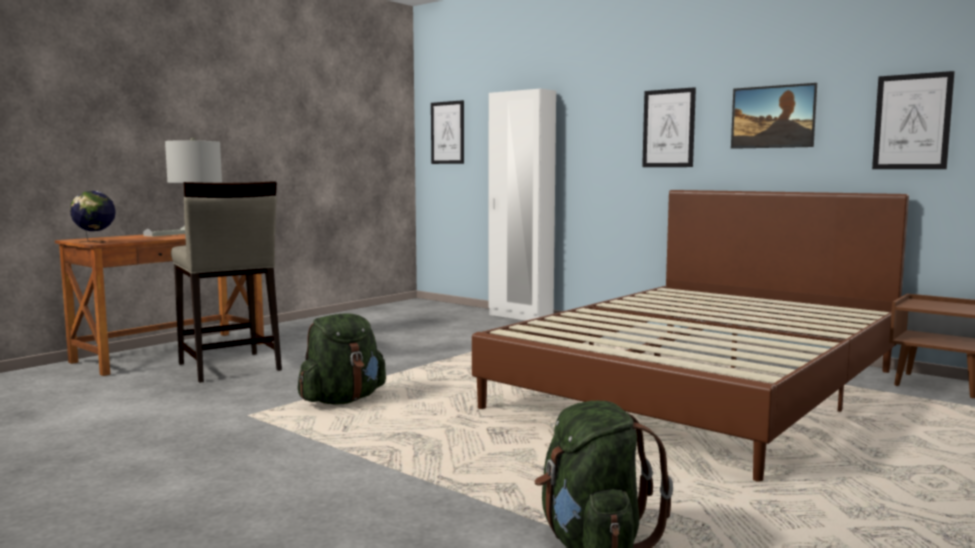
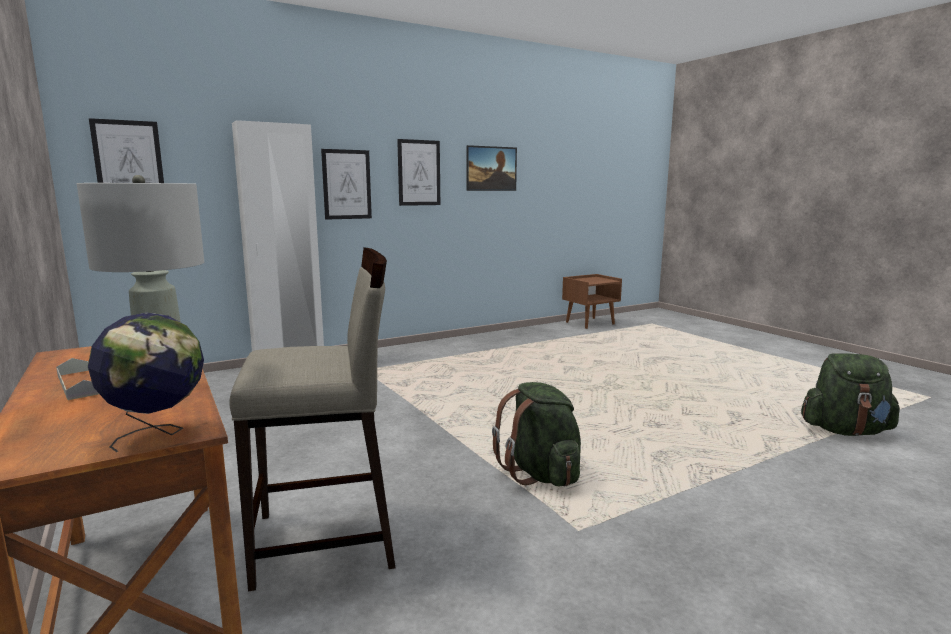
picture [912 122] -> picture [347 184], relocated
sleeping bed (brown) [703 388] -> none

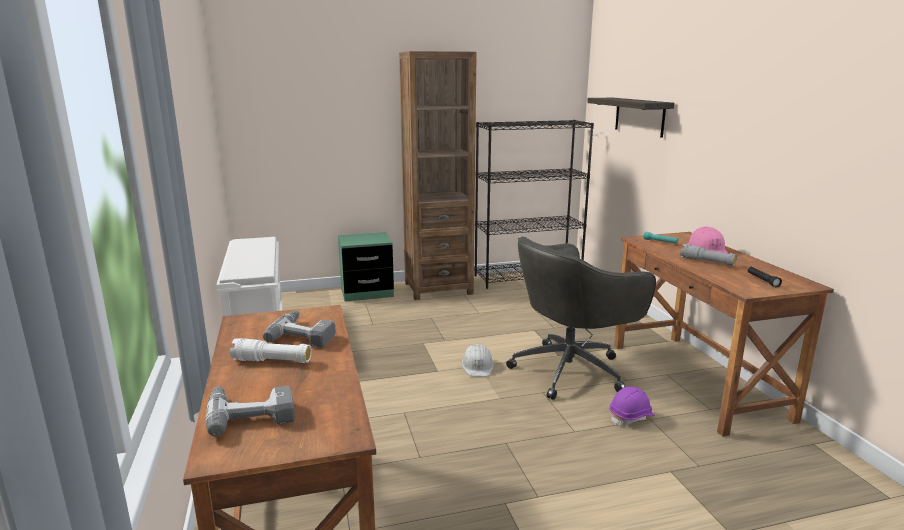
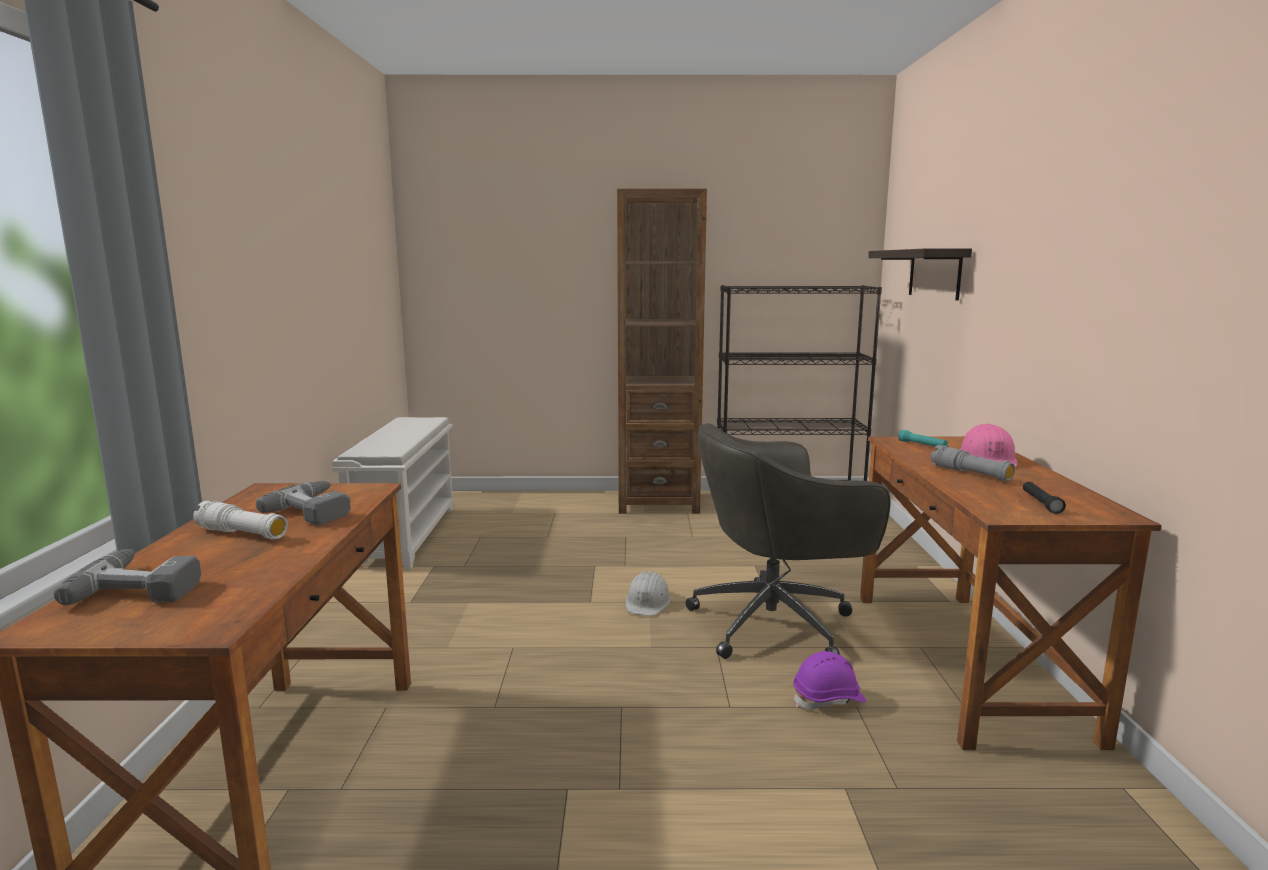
bedside table (green) [367 292] -> none

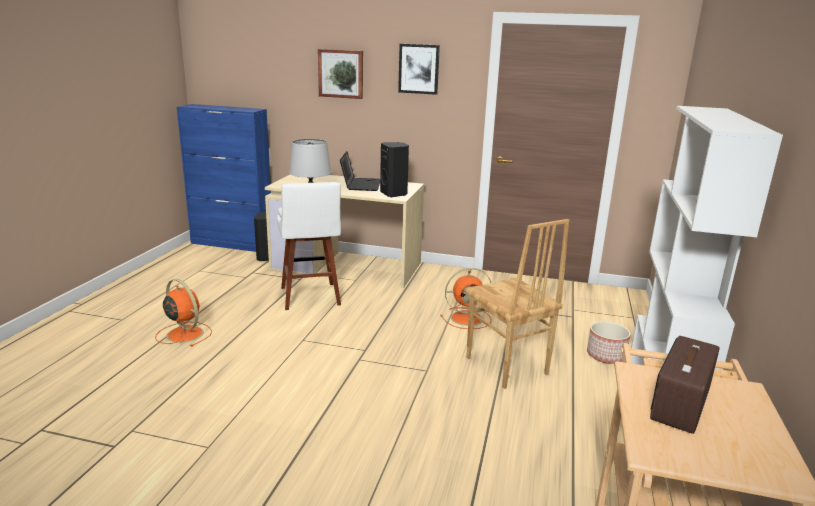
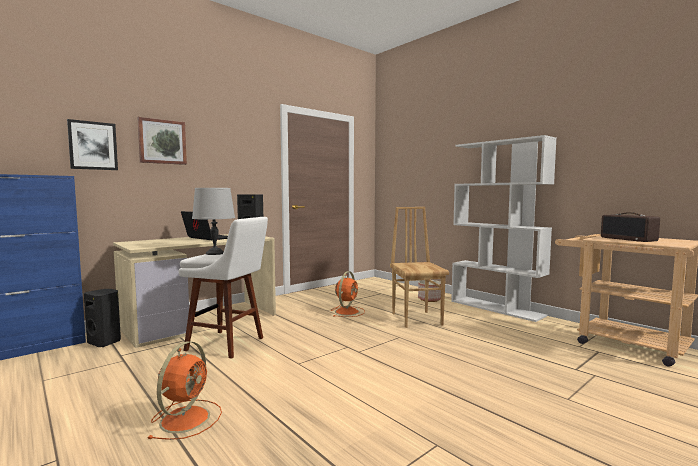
picture [419 69] -> picture [93 145], relocated
electric fan (orange-coloured) [184 334] -> electric fan (orange-coloured) [186 418], 120 degrees clockwise
chair (brown) [506 366] -> chair (brown) [417 319], 105 degrees counterclockwise

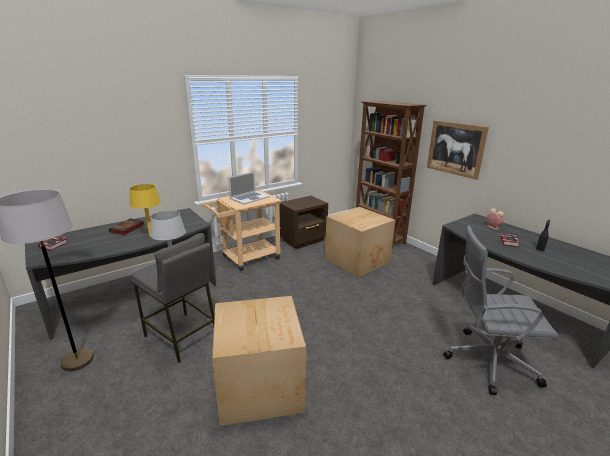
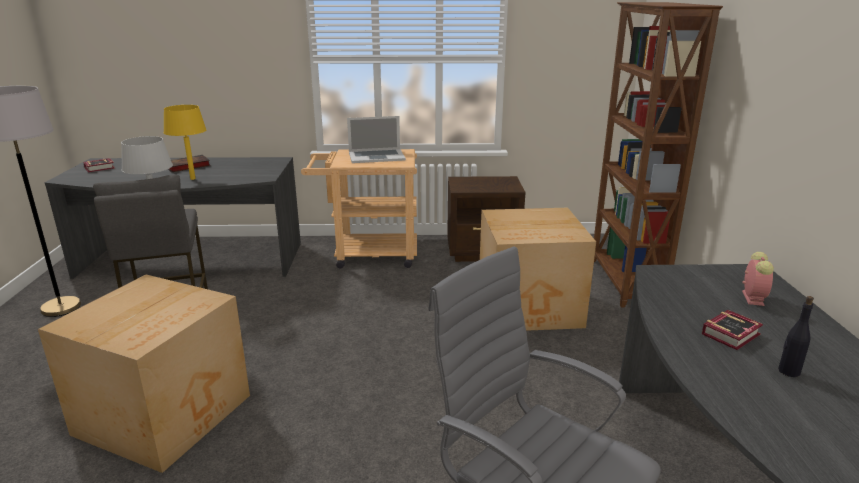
picture [455 148] -> none

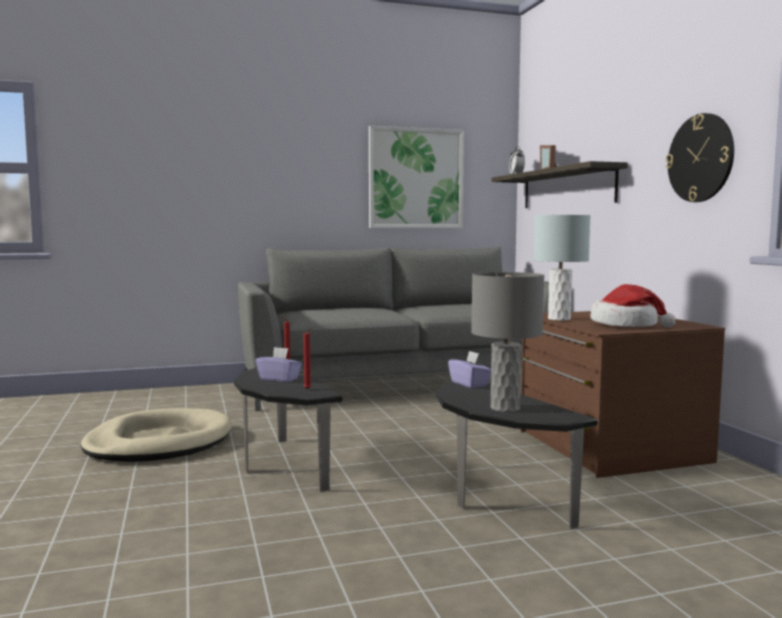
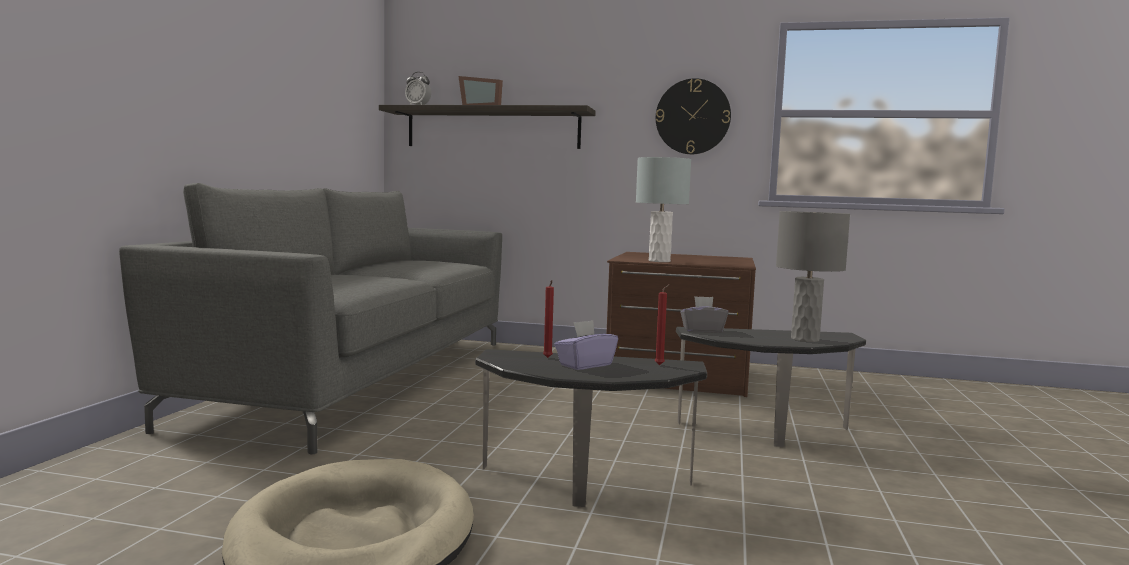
tissue holder (purple) [470 384] -> tissue holder (grey) [702 330]
picture [416 178] -> none
wearable hat [626 325] -> none

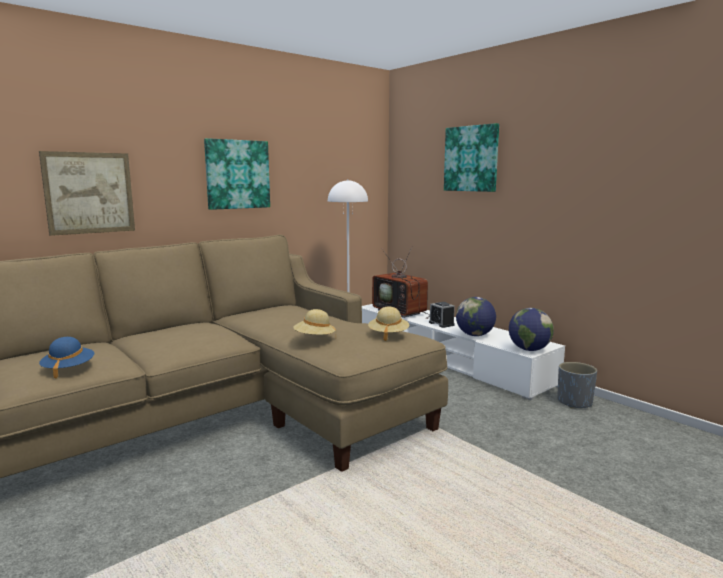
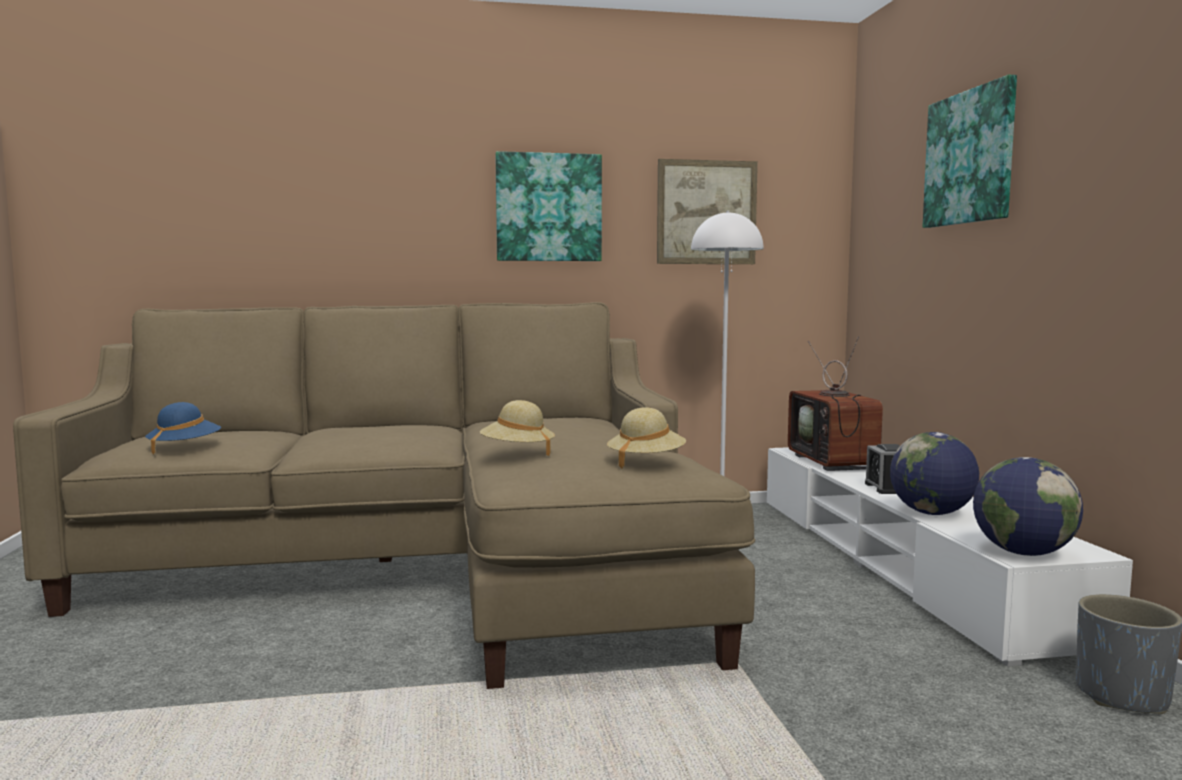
picture [89 193] -> picture [706 212], relocated

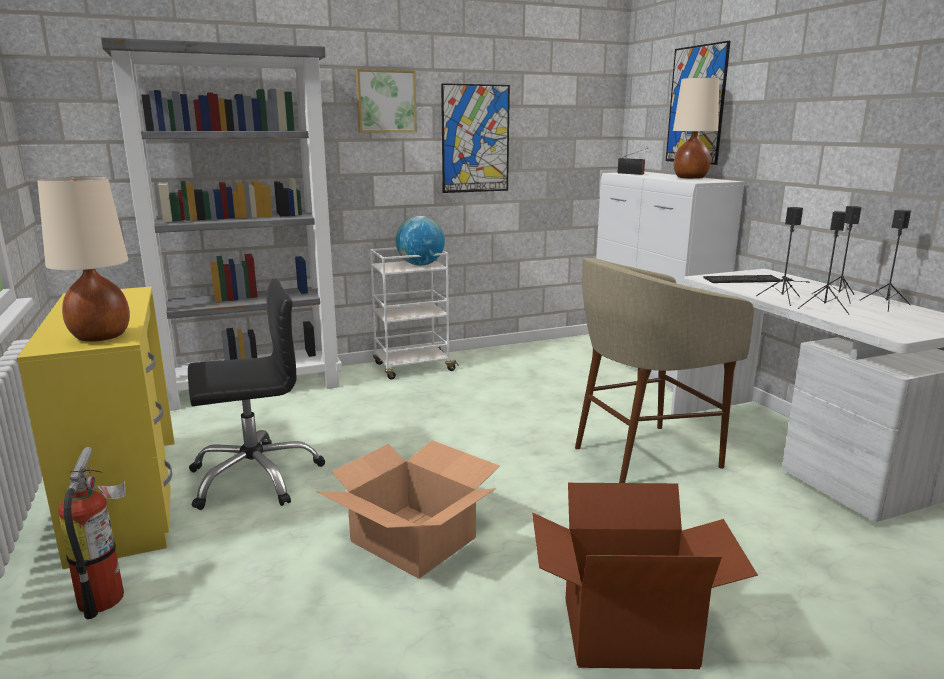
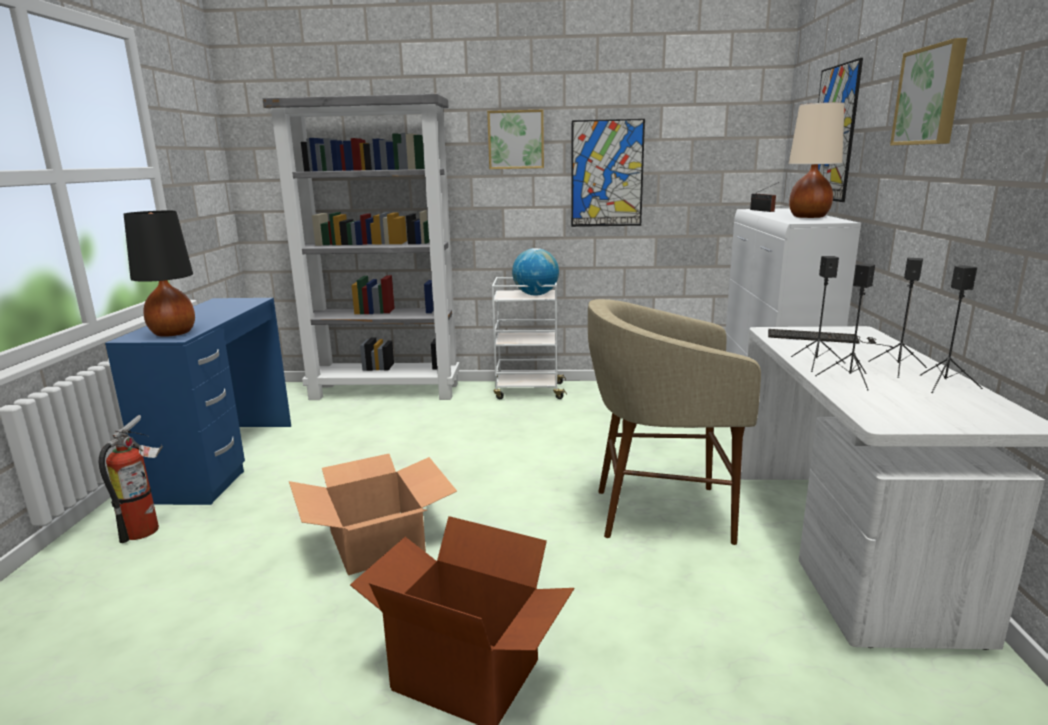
desk table (yellow-coloured) [126 495] -> desk table (blue-coloured) [225 460]
table lamp (beige) [101 337] -> table lamp (blackish) [173 333]
none -> picture [931 96]
desk chair (blackish) [255 477] -> none

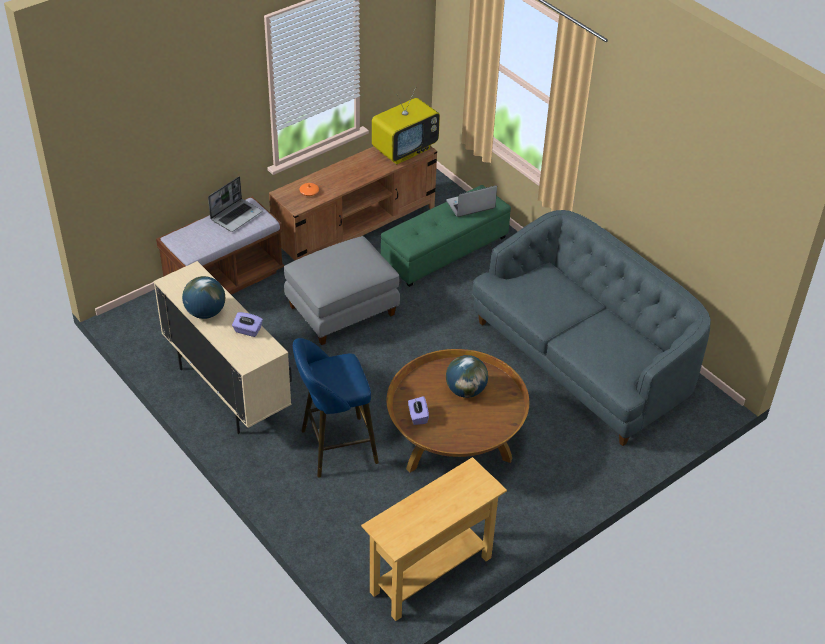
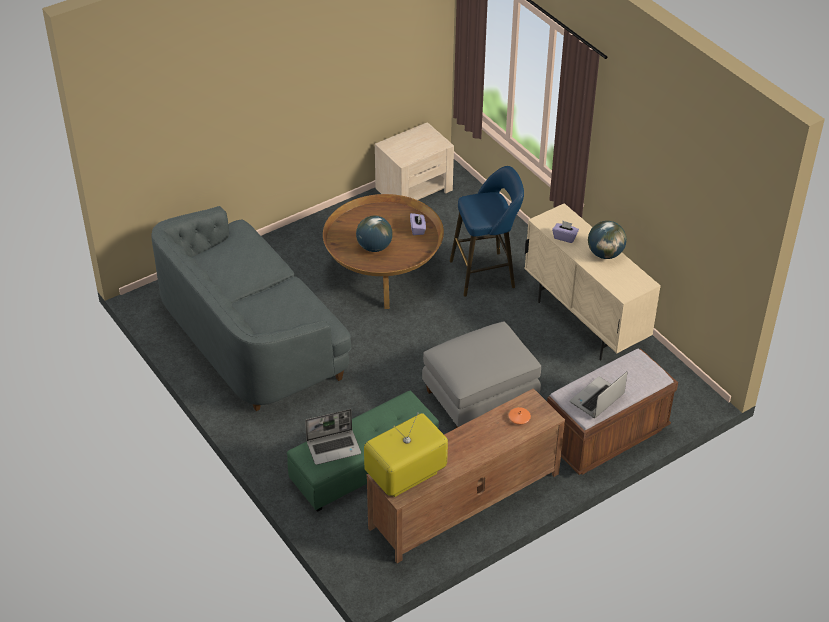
narrow table (beige) [431 574] -> bedside table (beige) [414 189]

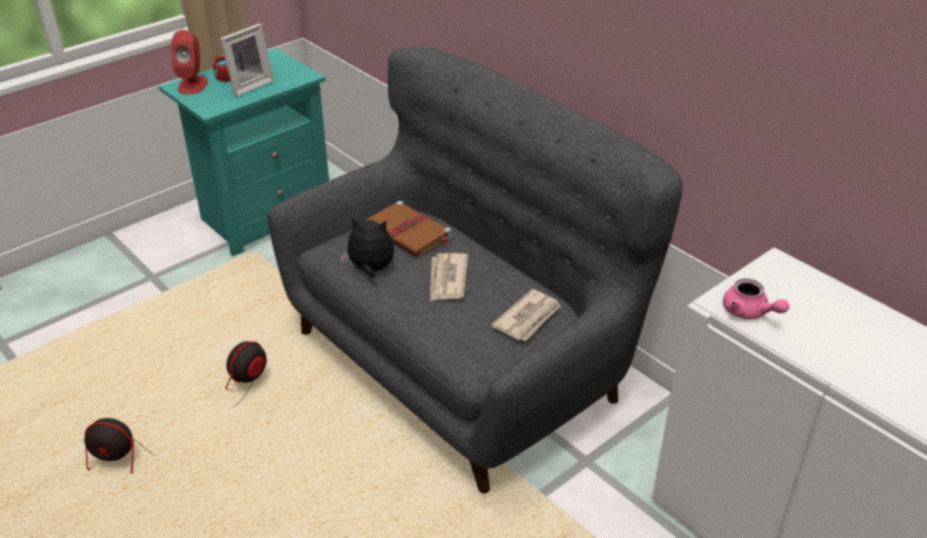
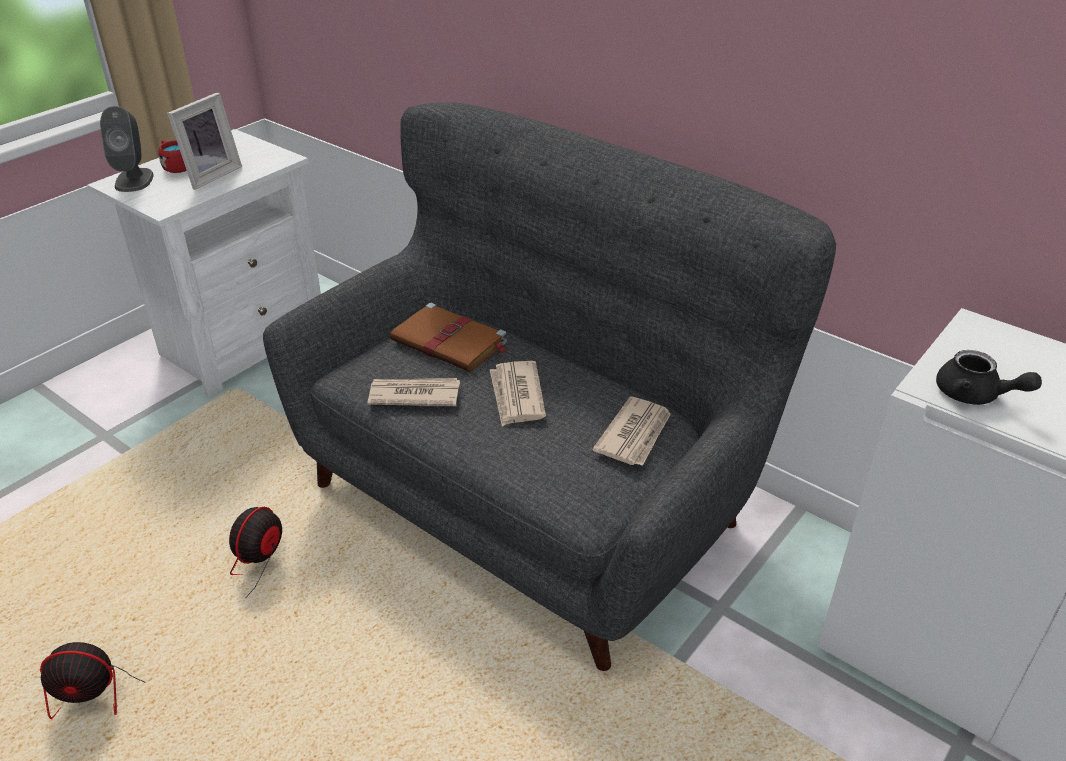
bedside table (turquoise) [263 216] -> bedside table (white) [240 343]
loudspeaker (reddish) [193 85] -> loudspeaker (grey) [134 180]
cuddly toy [371 270] -> printed paper [413 395]
tea pot (pink) [749 313] -> tea pot (blackish) [975 395]

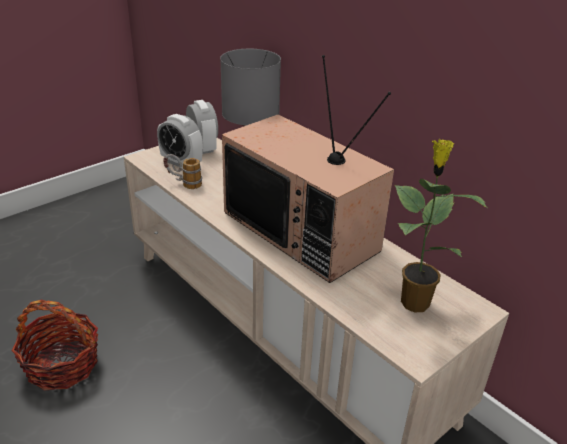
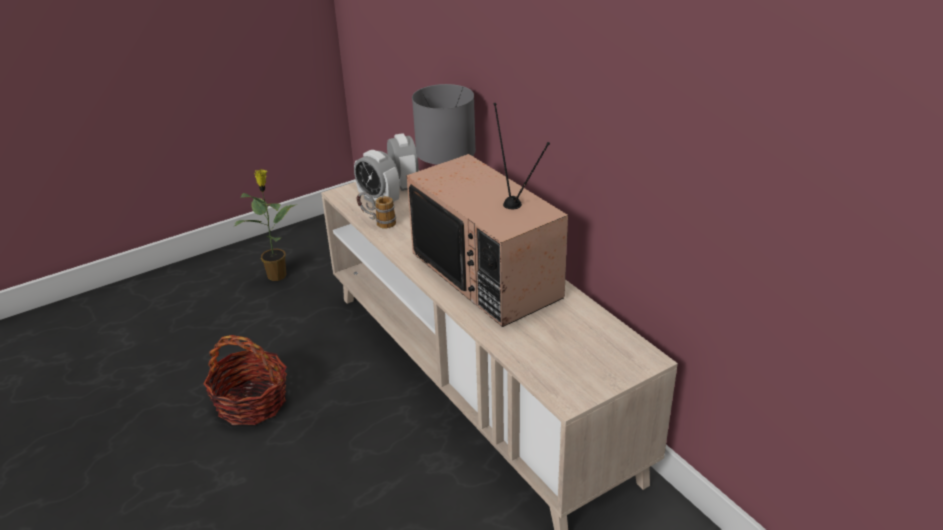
houseplant [414 301] -> houseplant [277 275], relocated

